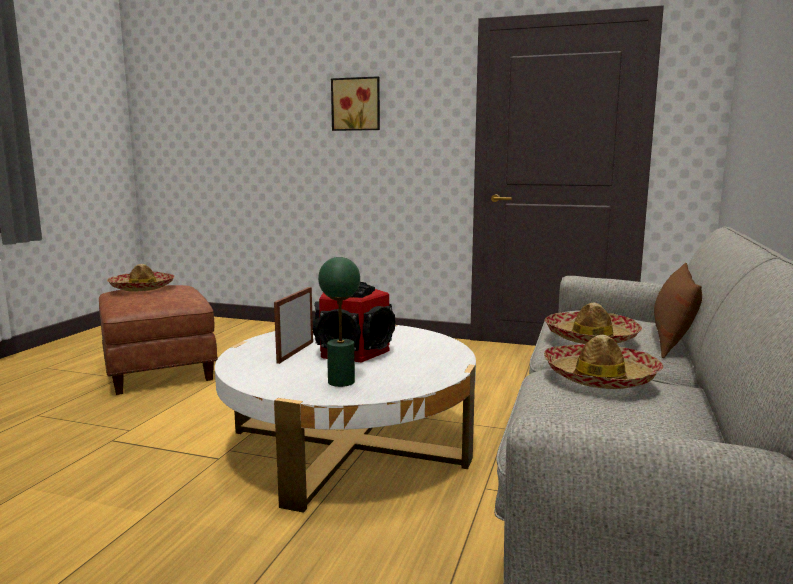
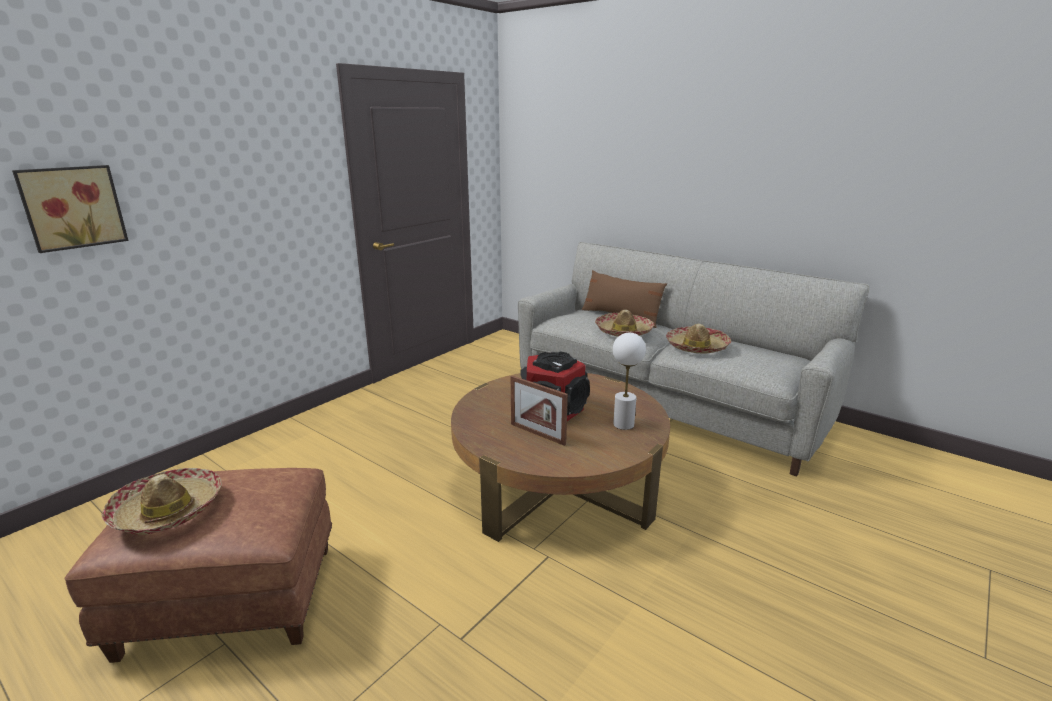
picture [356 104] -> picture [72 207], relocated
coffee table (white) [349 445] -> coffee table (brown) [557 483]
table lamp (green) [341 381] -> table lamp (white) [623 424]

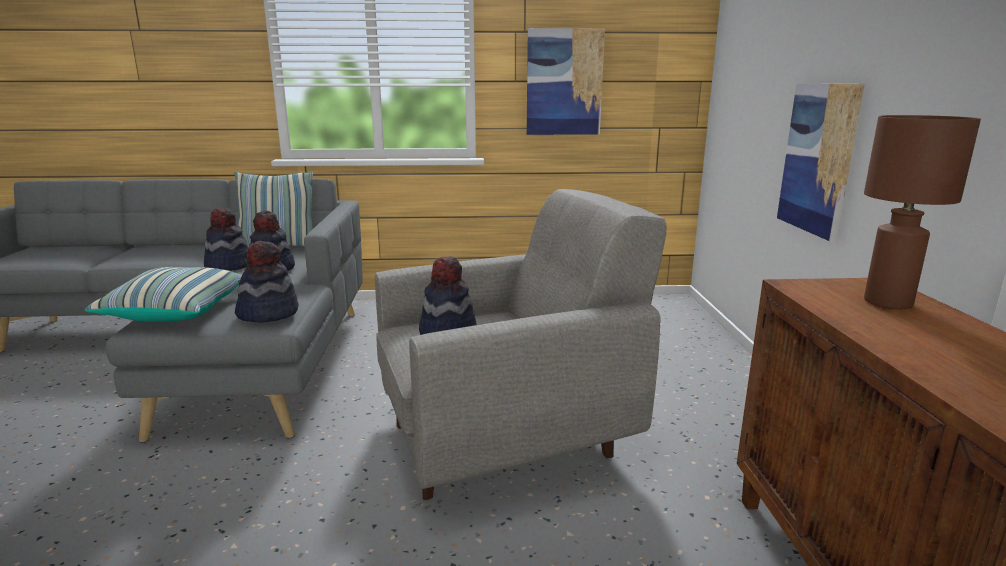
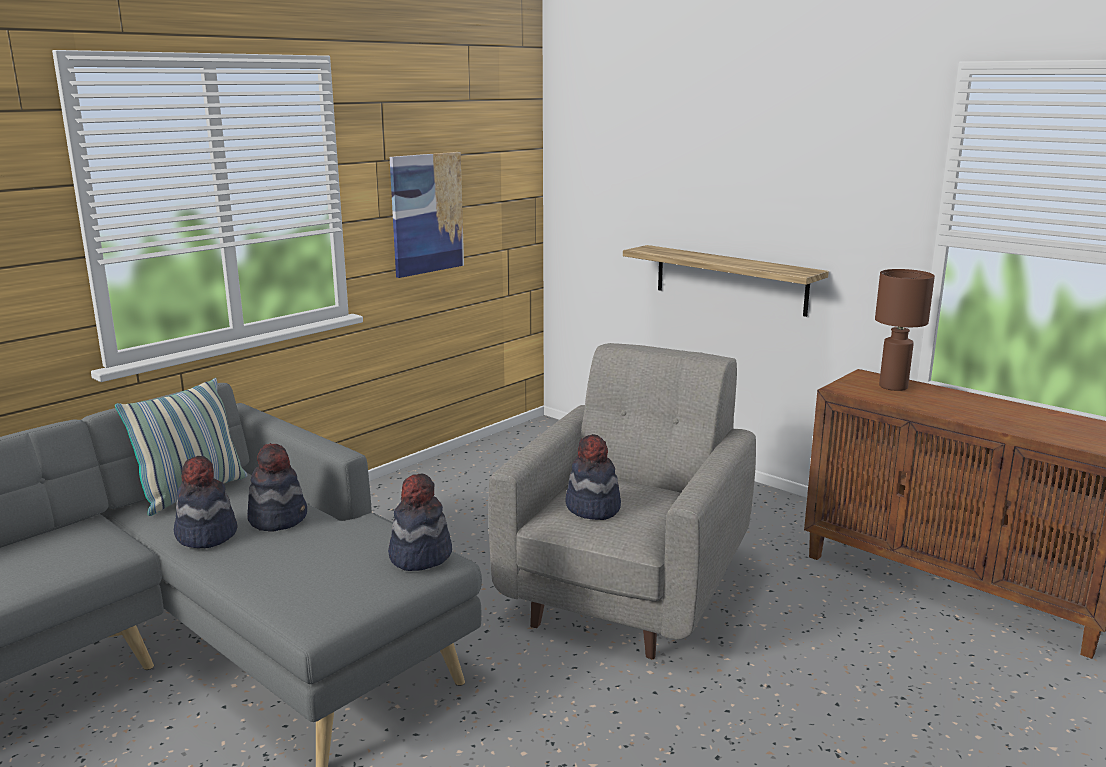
picture [818 159] -> bracket shelf [730 279]
pillow [177 311] -> none

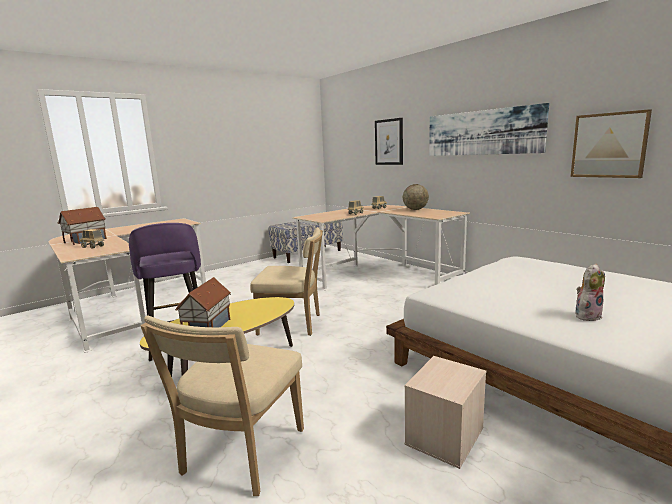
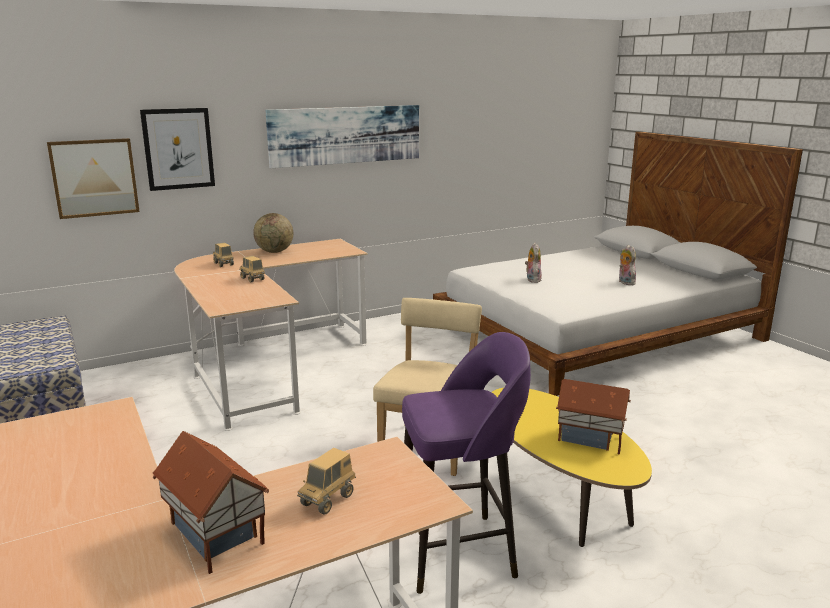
picture [609 145] -> picture [94 177], relocated
none -> cuddly toy [532 279]
chair (beige) [240 455] -> none
storage box (beige) [445 437] -> none

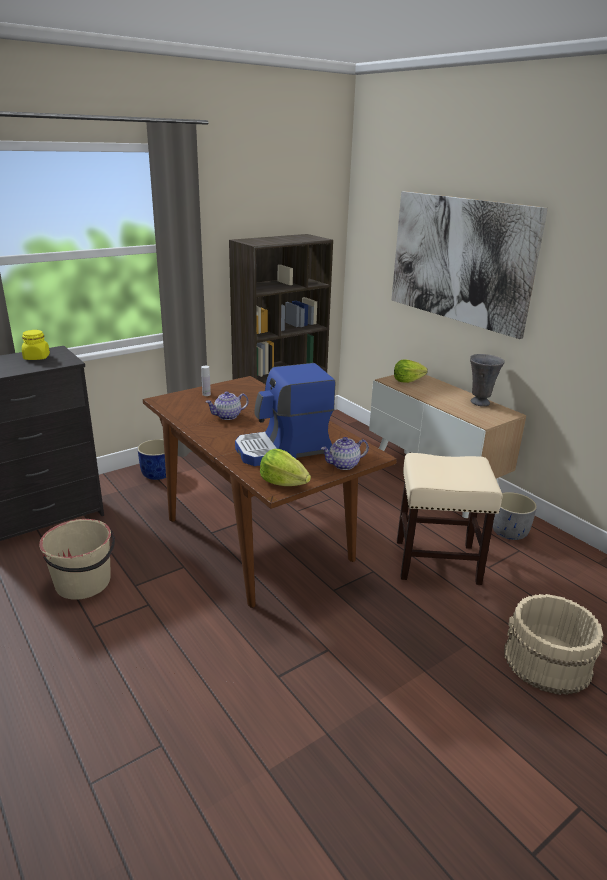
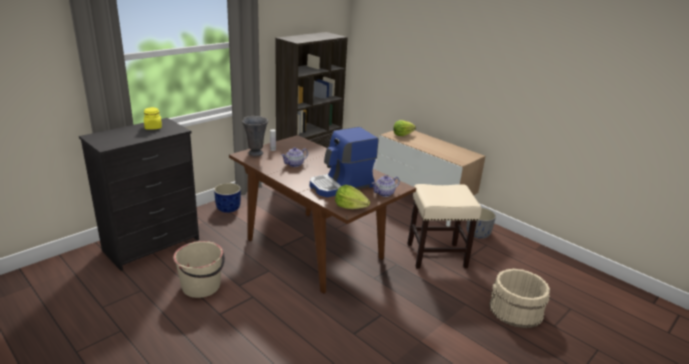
decorative vase (grey) [479 402] -> decorative vase (grey) [255 153], relocated
picture [460 260] -> none

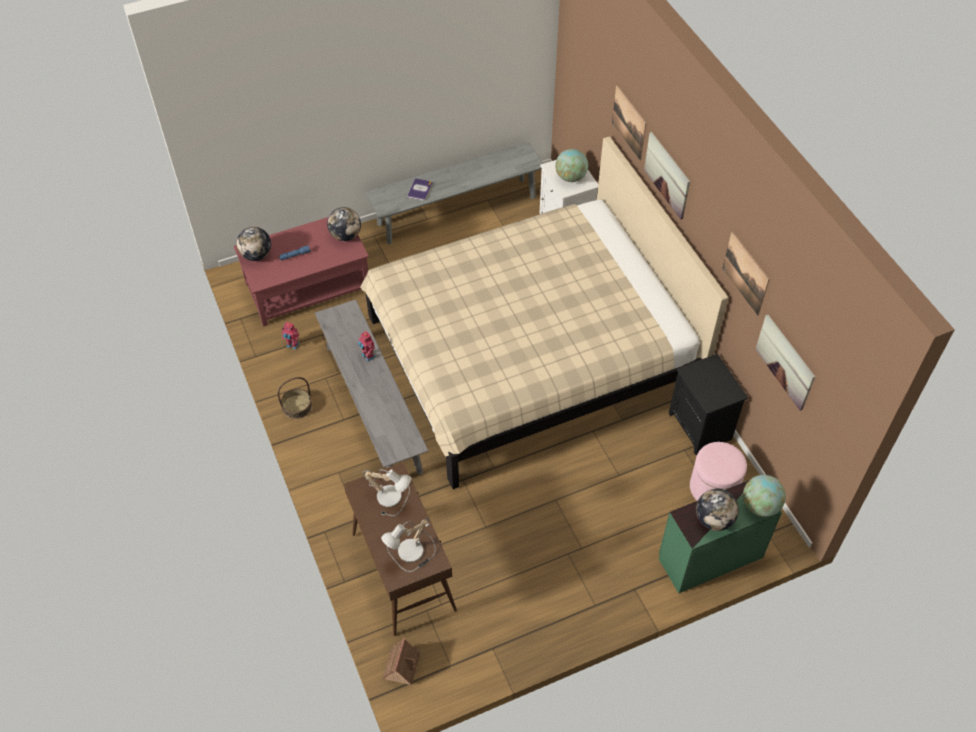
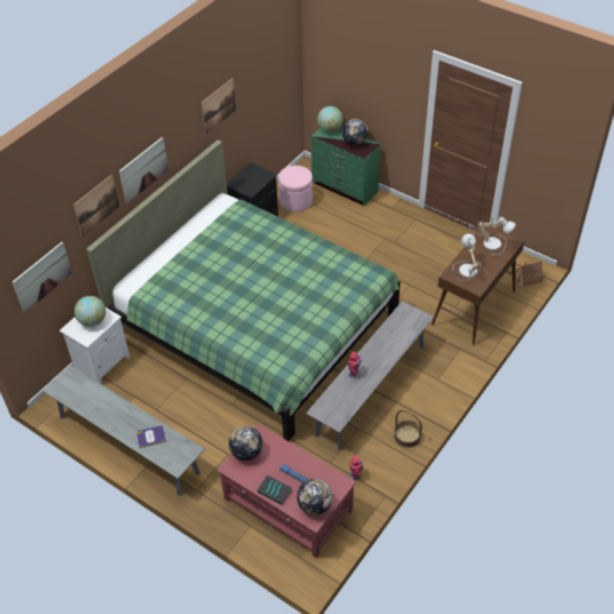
picture [785 362] -> picture [42 276], relocated
sleeping bed (beige) [529 354] -> sleeping bed (green) [255 326]
none -> book [275 491]

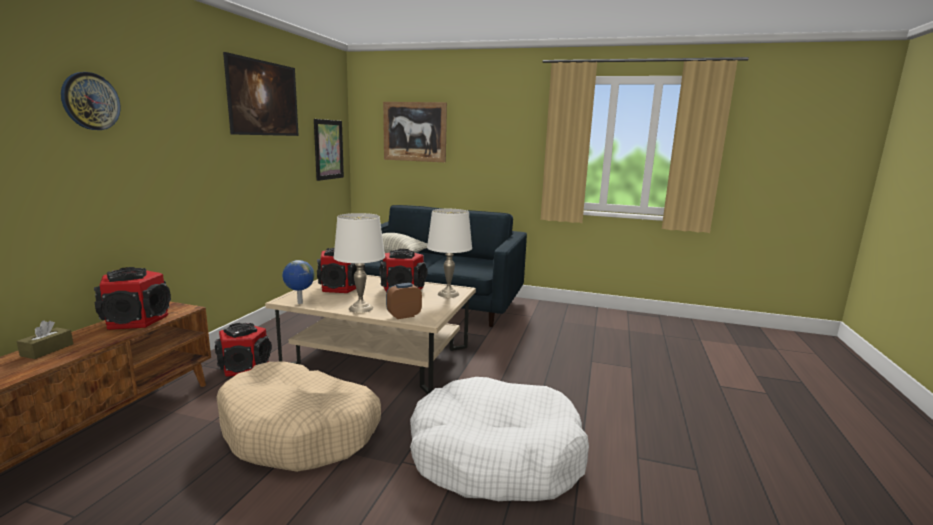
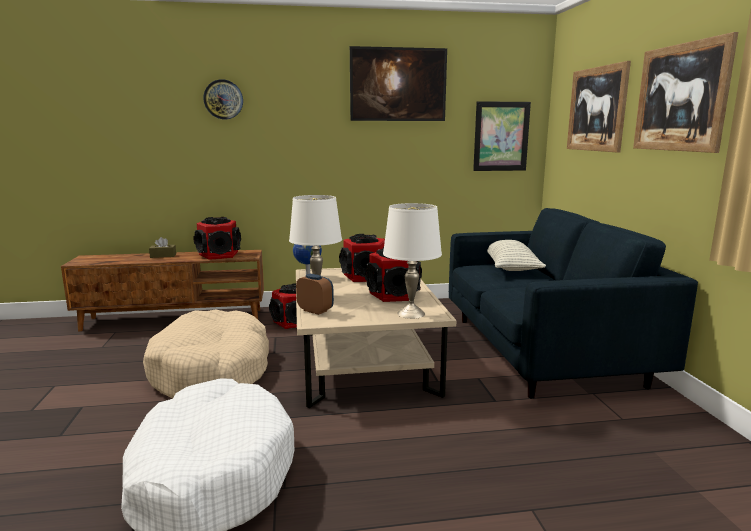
none -> picture [680 98]

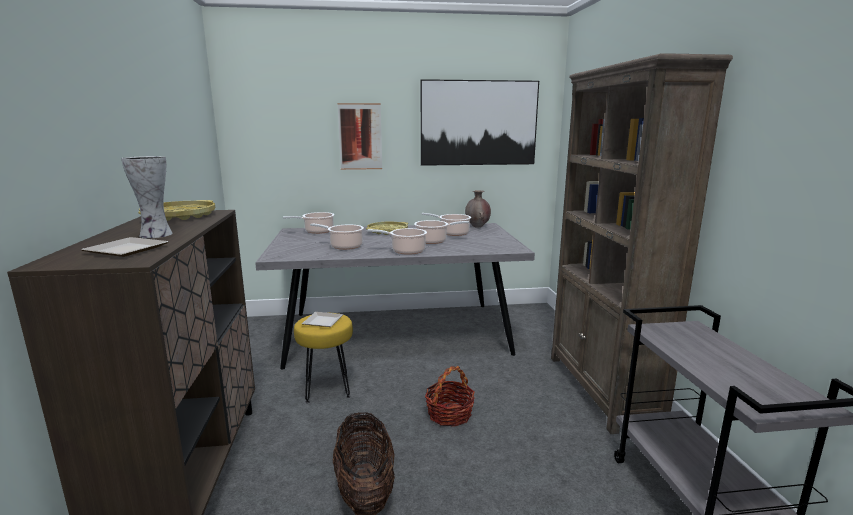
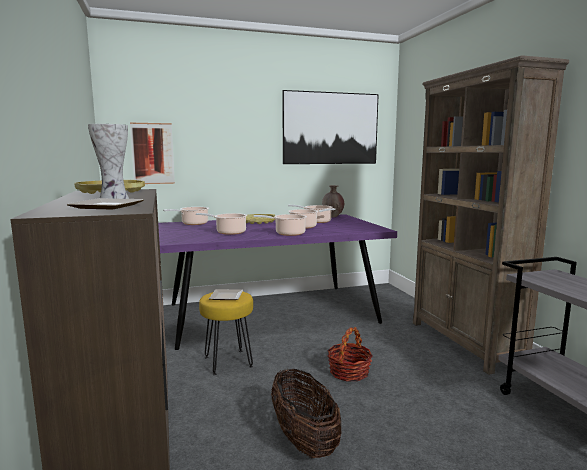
picture [360 136] -> picture [152 153], relocated
dinner table (grey) [396 333] -> dinner table (purple) [270 313]

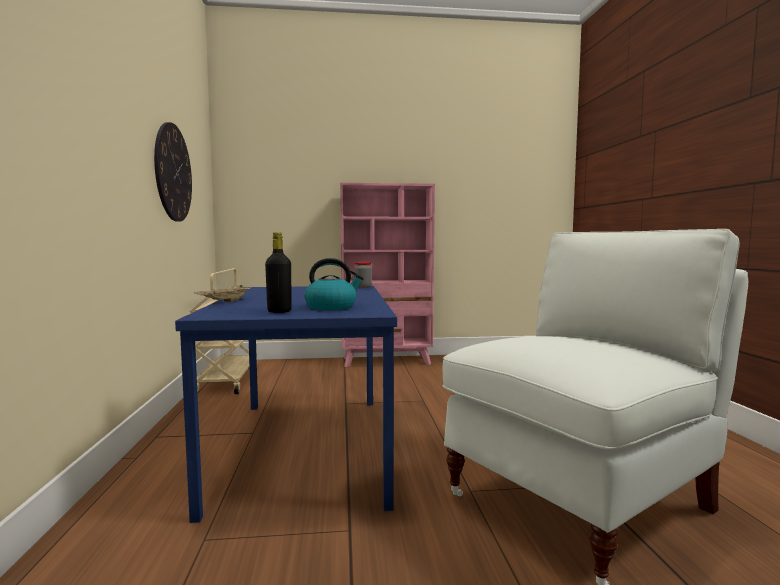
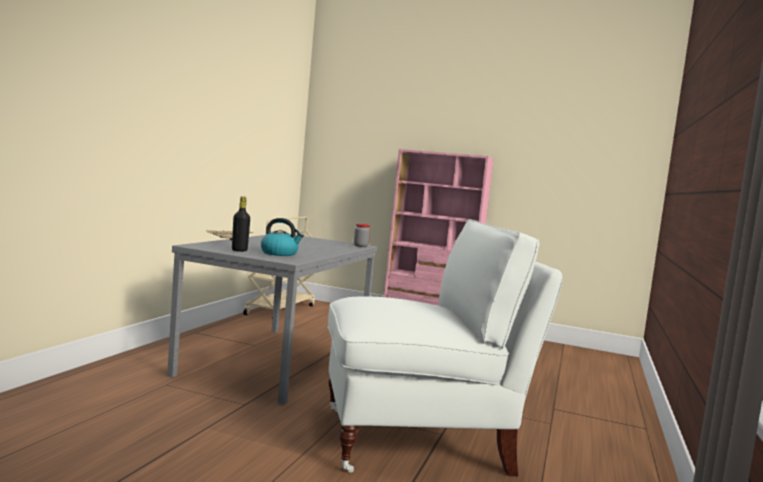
dinner table (blue-coloured) [304 446] -> dinner table (grey) [277 360]
wall clock [173 173] -> none

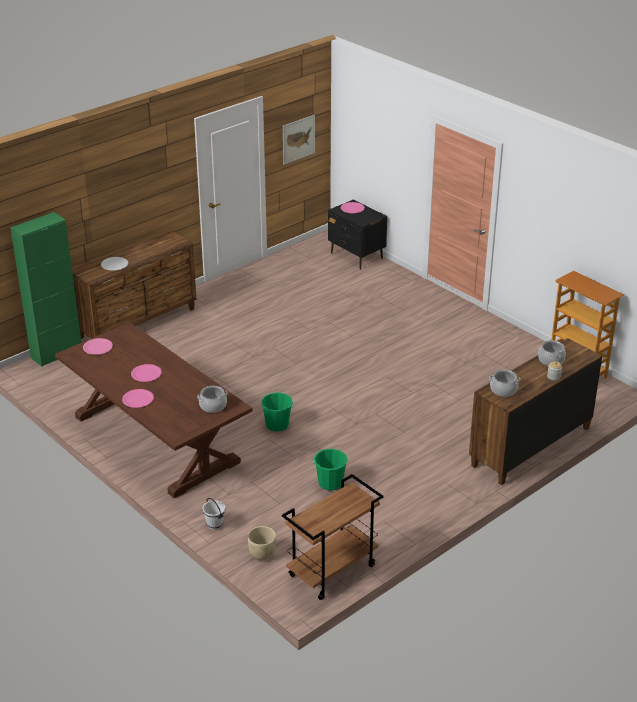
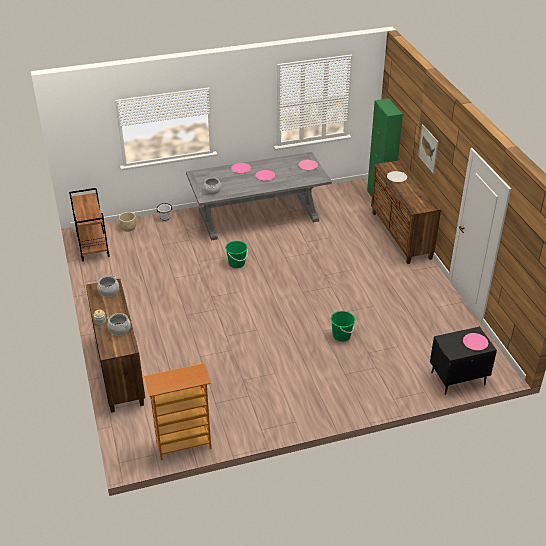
dinner table (brown) [156 439] -> dinner table (grey) [258 216]
bucket (green) [330 483] -> bucket (green) [341 336], relocated
picture [298 139] -> picture [428 148], relocated

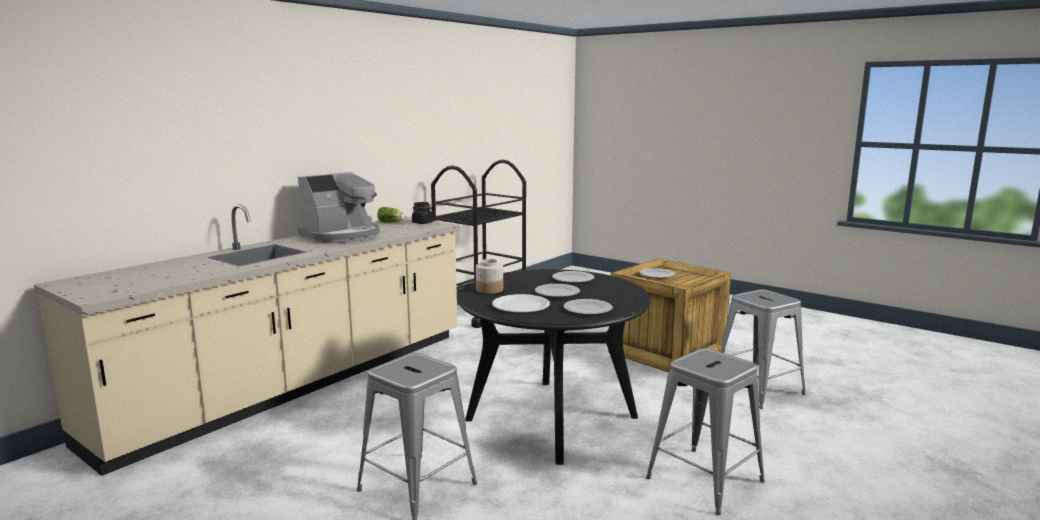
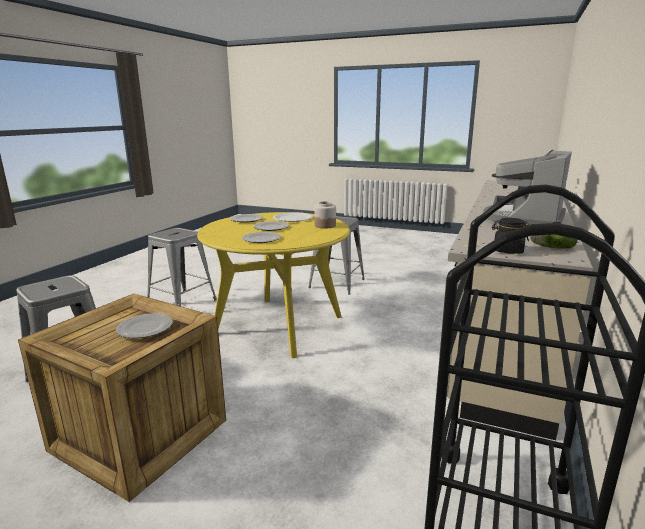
dinner table (blackish) [551 418] -> dinner table (yellow-coloured) [278 325]

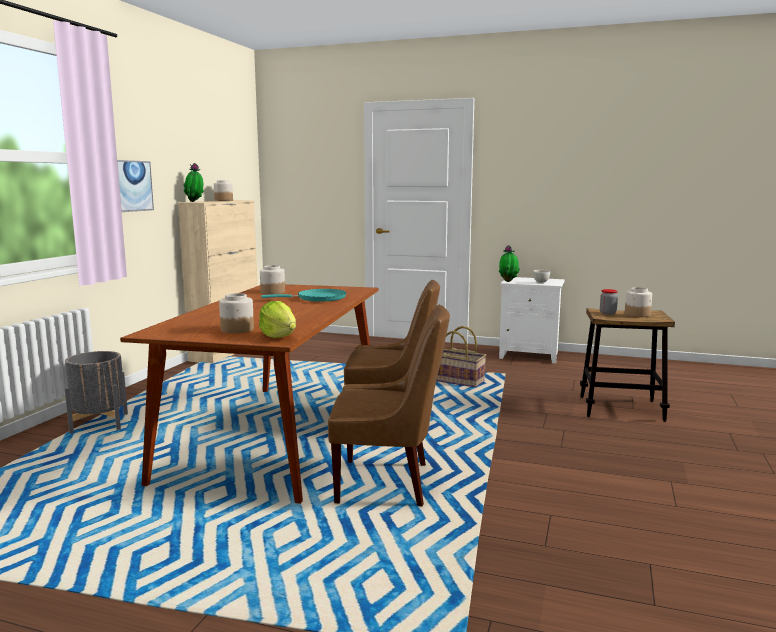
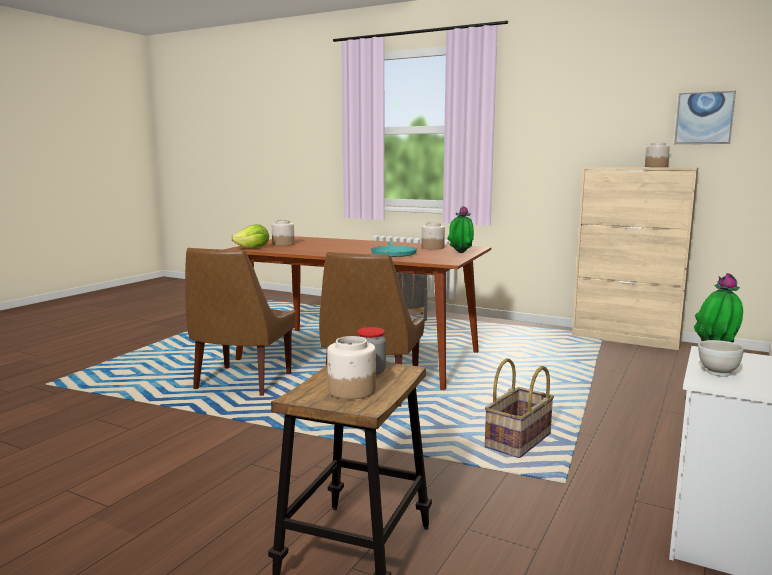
houseplant [195 201] -> houseplant [460 253], relocated
picture [132 186] -> picture [704 118], relocated

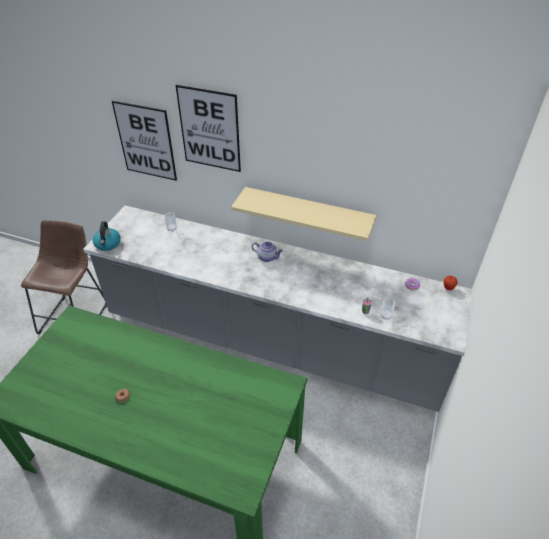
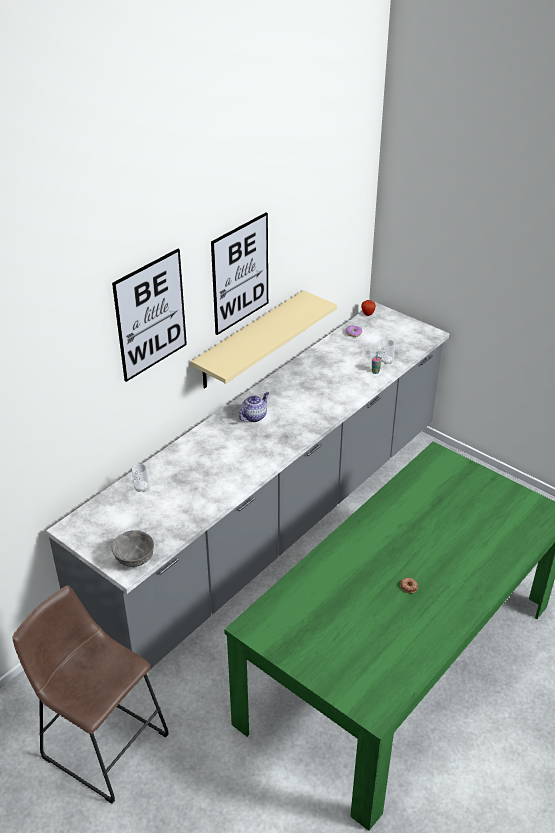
water kettle [108 244] -> bowl (grey) [134 558]
picture [145 141] -> picture [240 273], relocated

